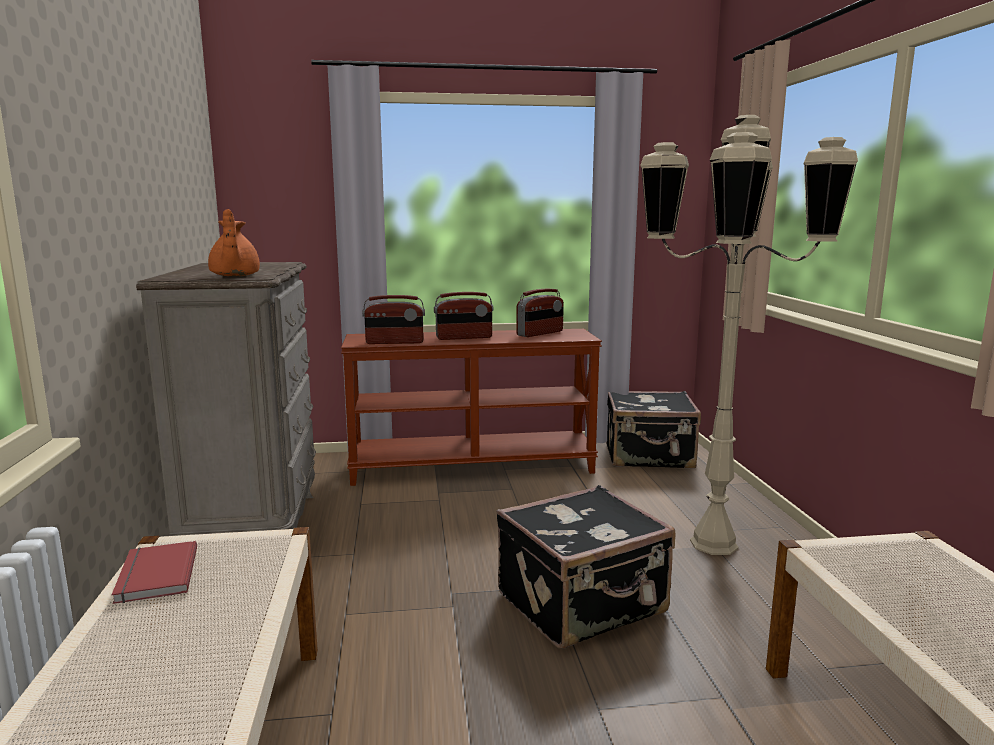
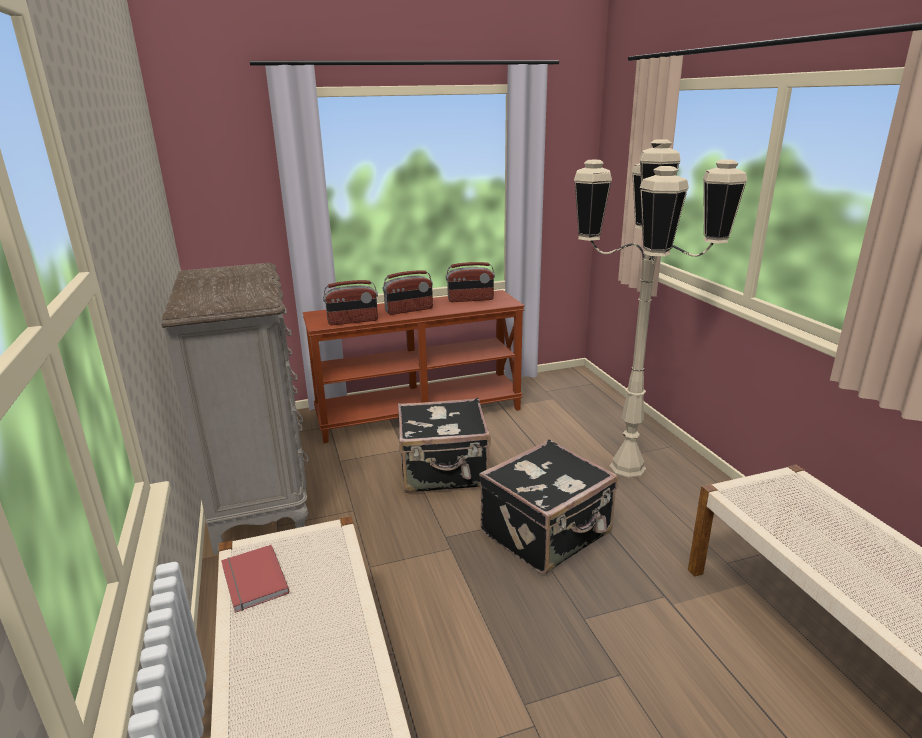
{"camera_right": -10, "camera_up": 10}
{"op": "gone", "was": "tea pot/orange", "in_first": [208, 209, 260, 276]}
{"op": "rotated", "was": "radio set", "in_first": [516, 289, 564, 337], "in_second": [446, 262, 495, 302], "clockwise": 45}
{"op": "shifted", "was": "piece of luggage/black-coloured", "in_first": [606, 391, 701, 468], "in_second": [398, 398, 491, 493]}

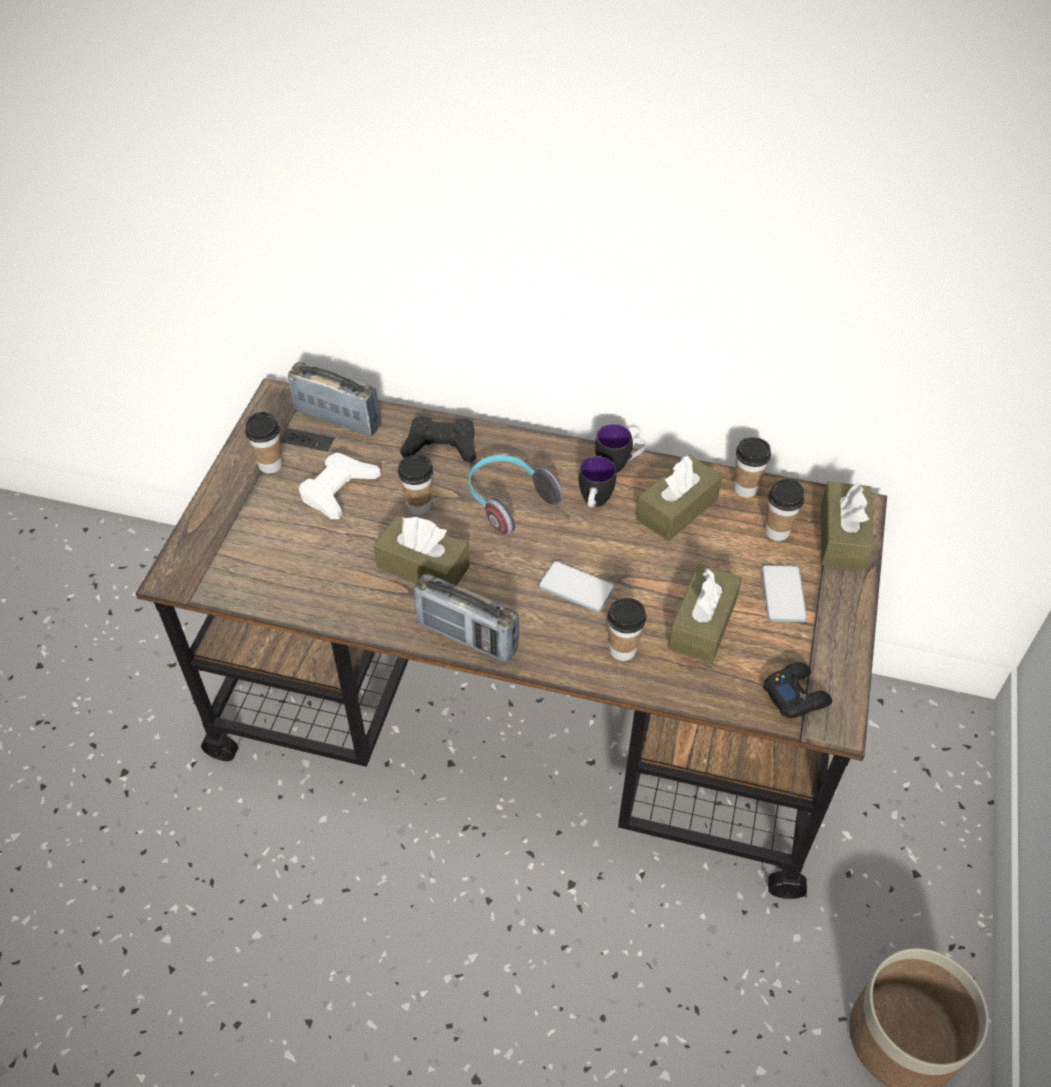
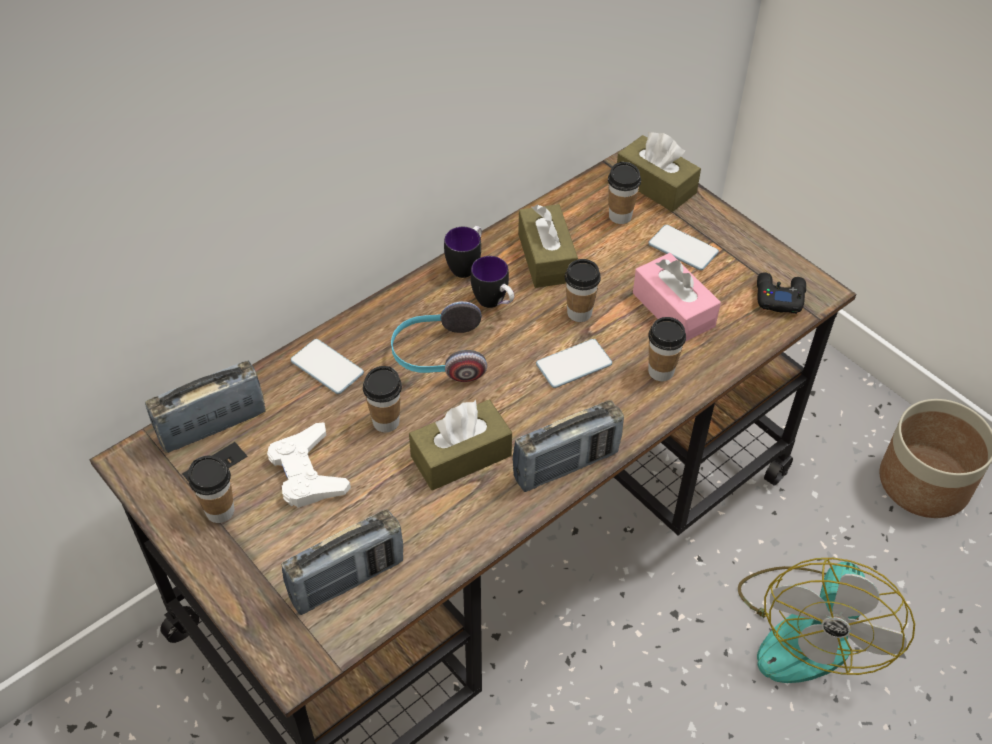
{"camera_right": -55, "camera_up": 0}
{"op": "swapped", "was": "game controller/black-coloured", "now": "handset", "in_first": [400, 416, 476, 463], "in_second": [291, 339, 364, 394]}
{"op": "repainted", "was": "box of tissues/brownish", "now": "box of tissues/pink-coloured", "in_first": [668, 564, 742, 664], "in_second": [633, 253, 721, 342]}
{"op": "shifted", "was": "drinking cup", "in_first": [734, 437, 771, 497], "in_second": [565, 259, 601, 322]}
{"op": "new", "now": "radio set", "in_second": [281, 509, 403, 615]}
{"op": "new", "now": "electric fan", "in_second": [738, 558, 915, 683]}

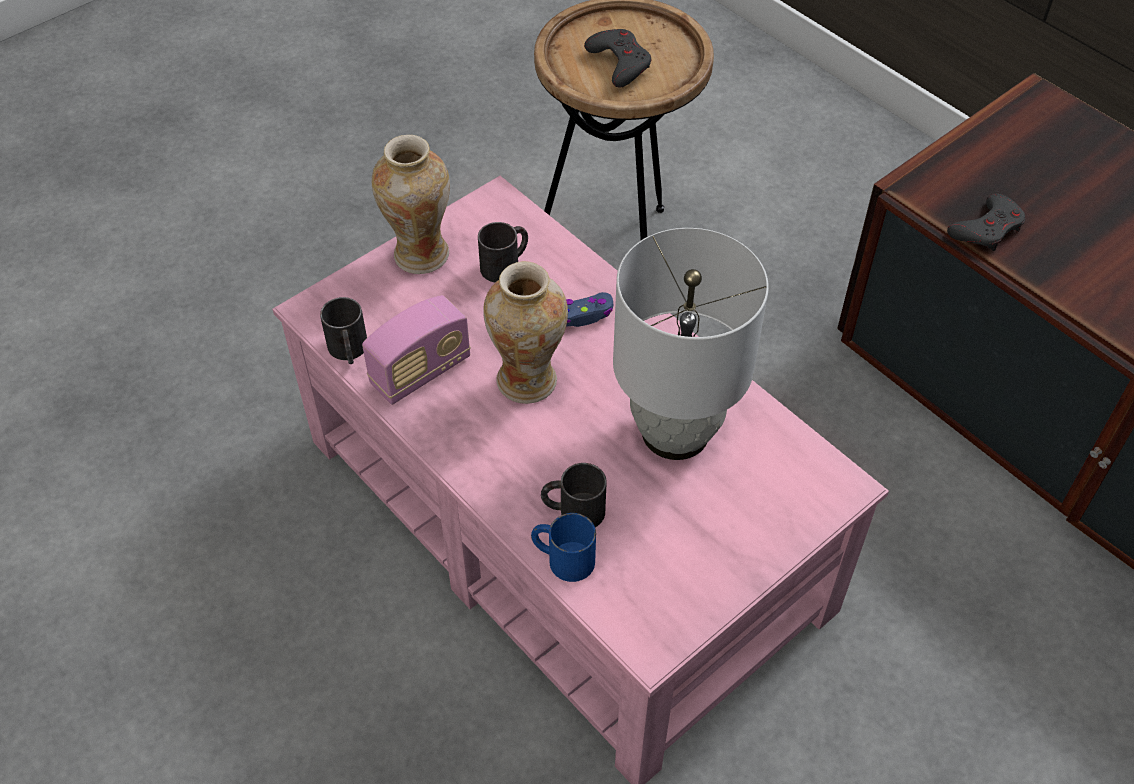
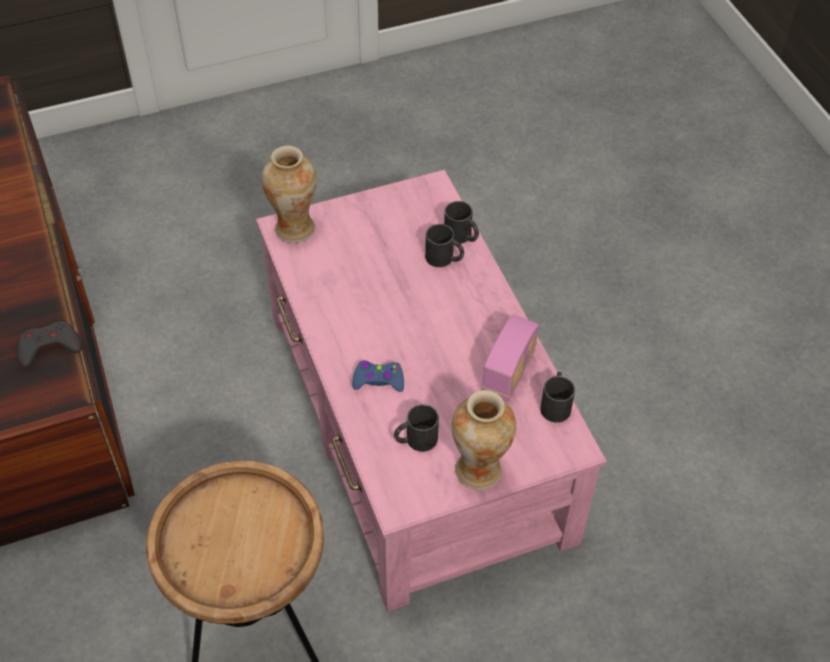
{"camera_right": -160, "camera_up": 0}
{"op": "rotated", "was": "radio set", "in_first": [362, 295, 471, 405], "in_second": [482, 315, 539, 402], "clockwise": 135}
{"op": "shifted", "was": "vase", "in_first": [483, 261, 568, 404], "in_second": [261, 145, 317, 243]}
{"op": "repainted", "was": "mug/bluish", "now": "mug/black-coloured", "in_first": [531, 513, 596, 582], "in_second": [444, 201, 479, 244]}
{"op": "gone", "was": "game controller/grey", "in_first": [584, 29, 651, 88]}
{"op": "gone", "was": "lamp for a table/white", "in_first": [613, 228, 769, 460]}

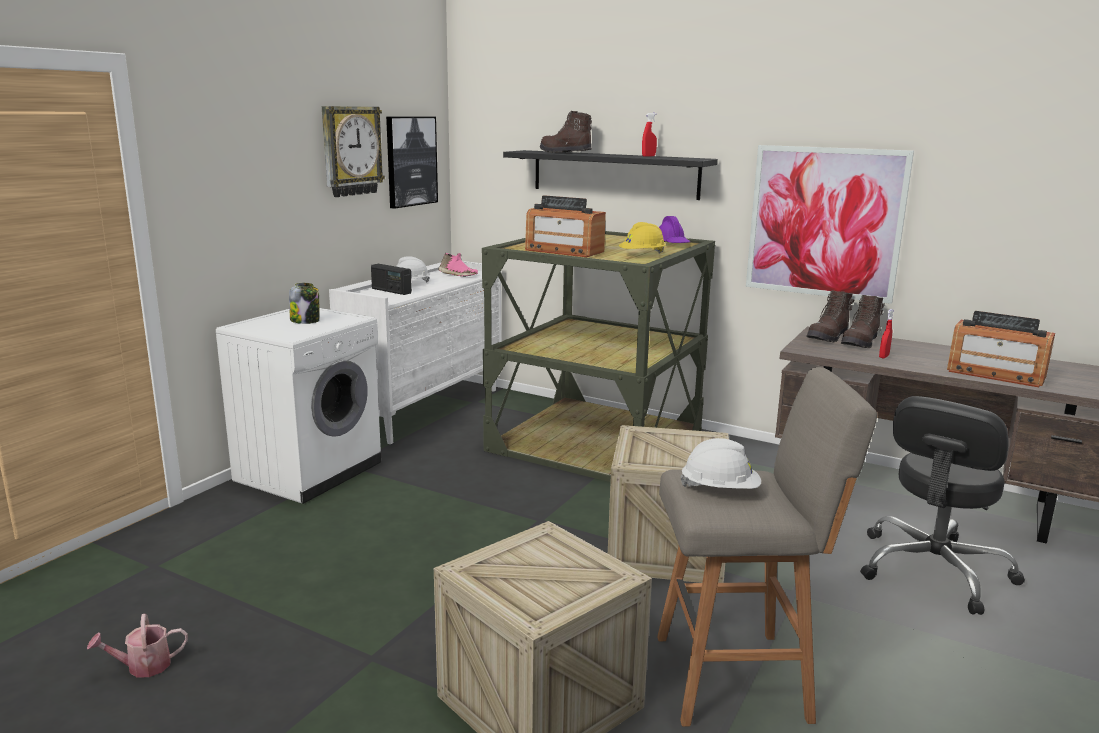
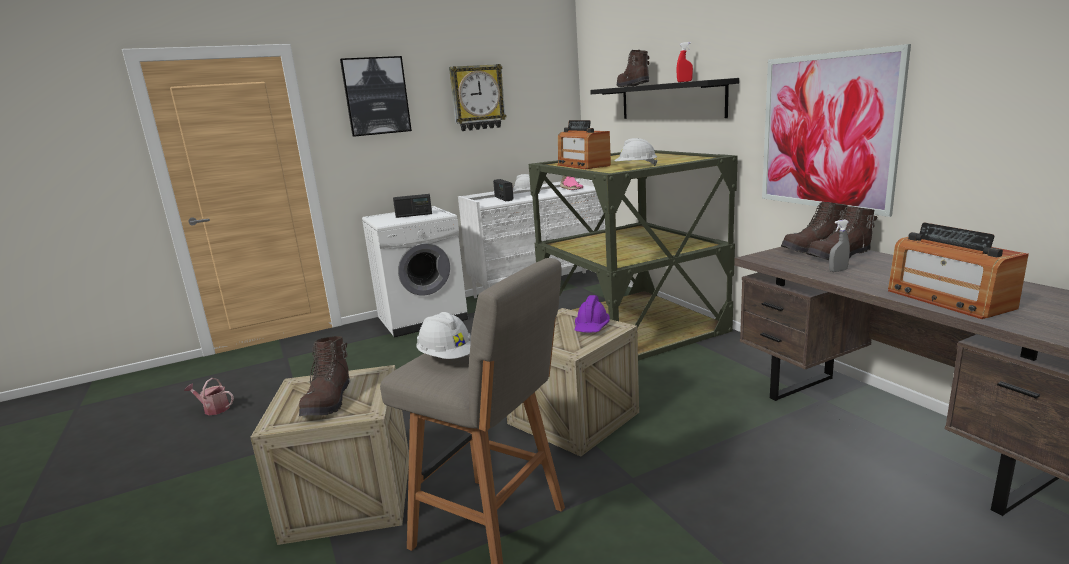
{"camera_right": 35, "camera_up": 0}
{"op": "swapped", "was": "storage jar", "now": "radio set", "in_first": [289, 283, 320, 324], "in_second": [393, 194, 432, 218]}
{"op": "shifted", "was": "wall art", "in_first": [386, 116, 438, 209], "in_second": [340, 56, 412, 137]}
{"op": "repainted", "was": "hard hat/yellow", "now": "hard hat/white", "in_first": [619, 222, 665, 254], "in_second": [615, 138, 658, 166]}
{"op": "shifted", "was": "hard hat/purple", "in_first": [659, 216, 690, 243], "in_second": [575, 295, 610, 333]}
{"op": "gone", "was": "office chair/black-coloured", "in_first": [860, 396, 1025, 615]}
{"op": "repainted", "was": "sprayer/red", "now": "sprayer/grey", "in_first": [879, 309, 893, 358], "in_second": [829, 219, 850, 272]}
{"op": "new", "now": "high-top boot/brownish", "in_second": [299, 336, 350, 416]}

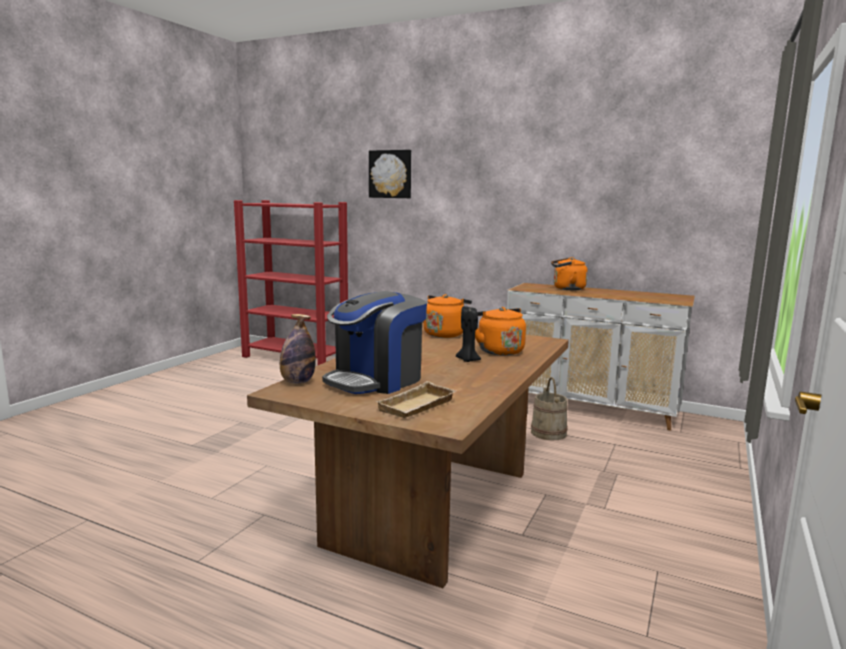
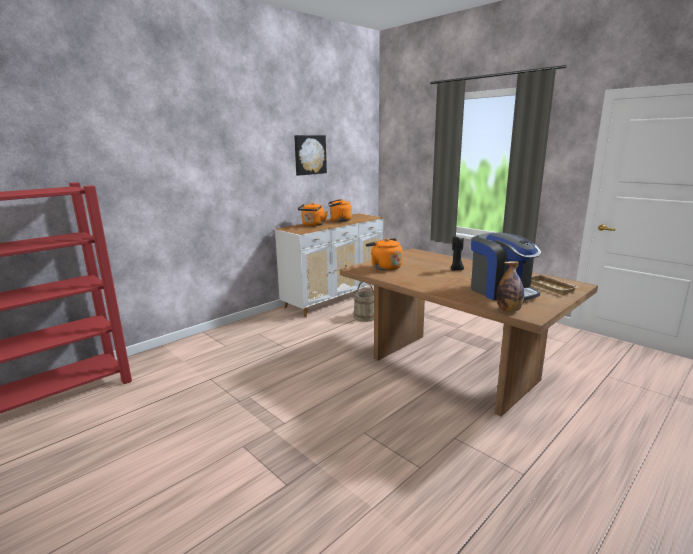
{"camera_right": -70, "camera_up": 5}
{"op": "shifted", "was": "wall art", "in_first": [369, 150, 411, 198], "in_second": [294, 135, 327, 176]}
{"op": "shifted", "was": "tea kettle/orange", "in_first": [475, 307, 526, 356], "in_second": [328, 199, 352, 222]}

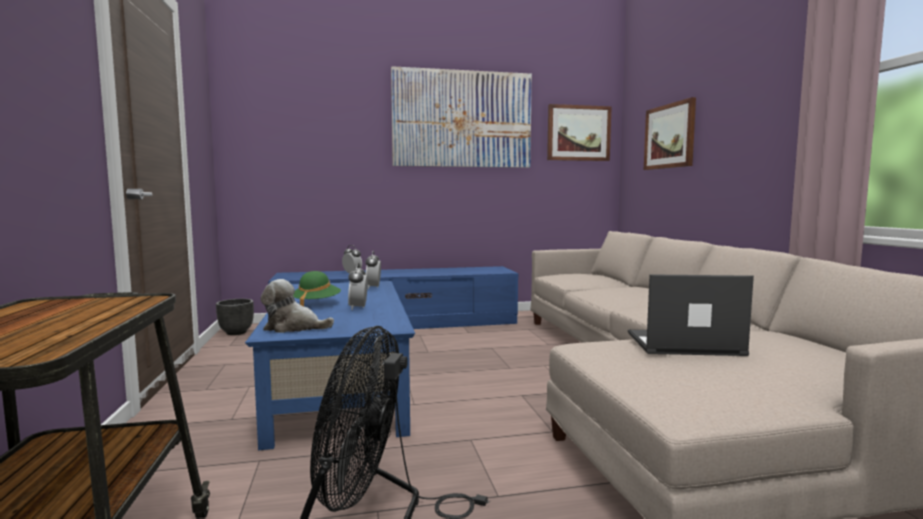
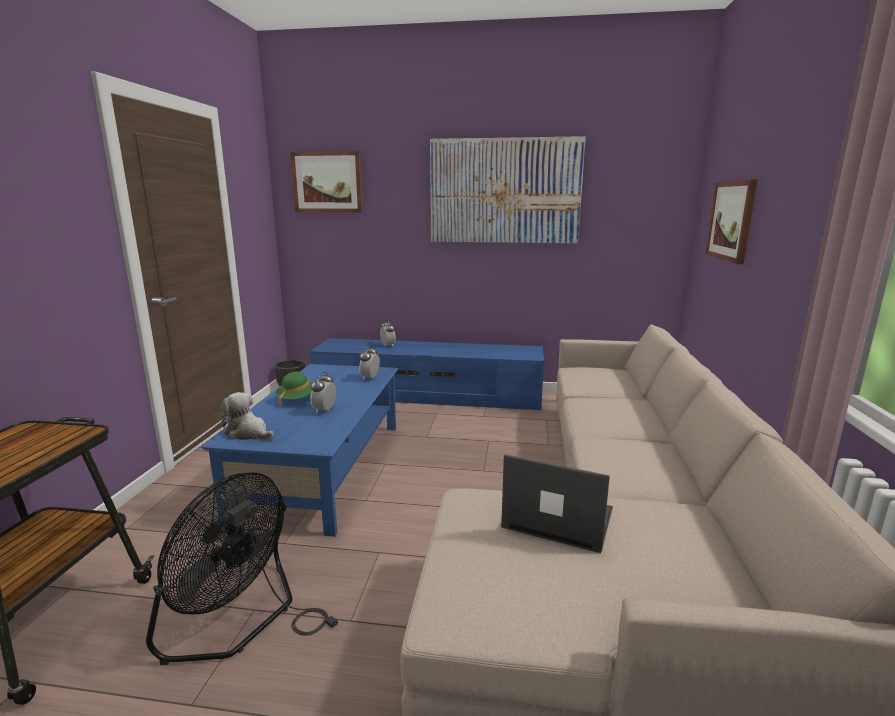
{"camera_right": 20, "camera_up": 10}
{"op": "shifted", "was": "wall art", "in_first": [547, 104, 612, 161], "in_second": [290, 151, 363, 212]}

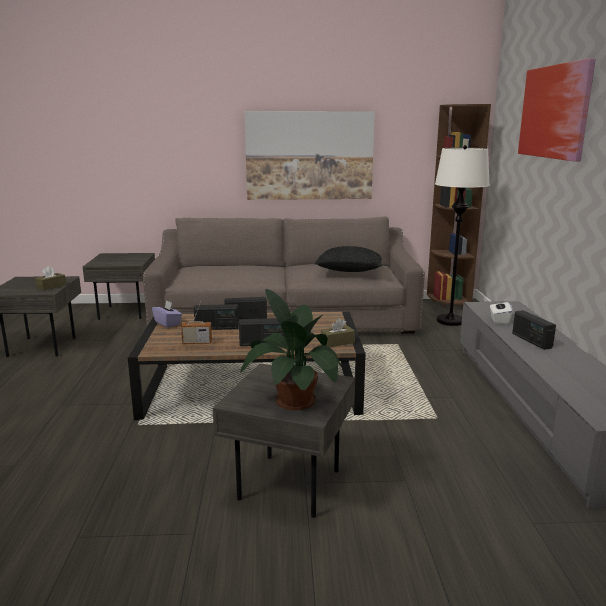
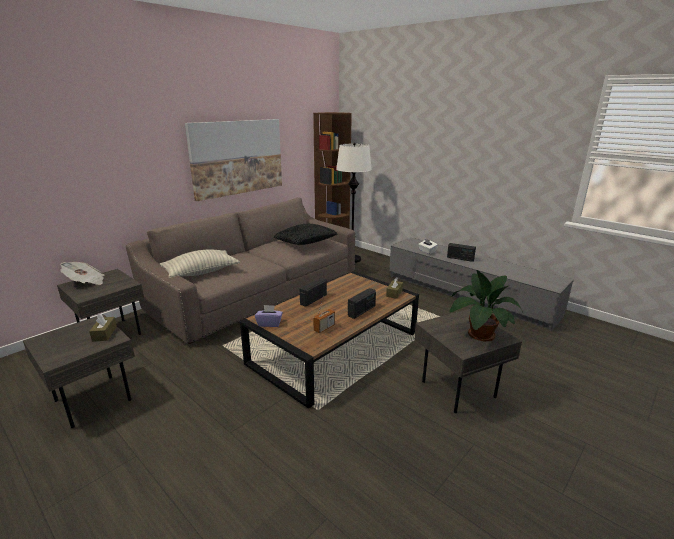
{"camera_right": -45, "camera_up": 5}
{"op": "gone", "was": "radio set", "in_first": [194, 304, 239, 330]}
{"op": "gone", "was": "wall art", "in_first": [518, 58, 596, 162]}
{"op": "new", "now": "daily paper", "in_second": [60, 262, 105, 285]}
{"op": "new", "now": "throw pillow", "in_second": [160, 249, 240, 278]}

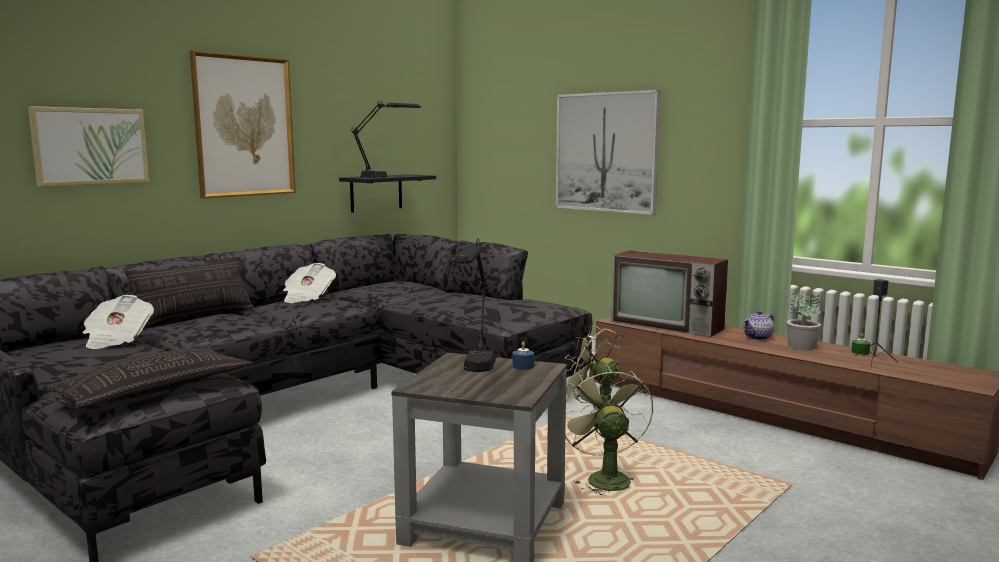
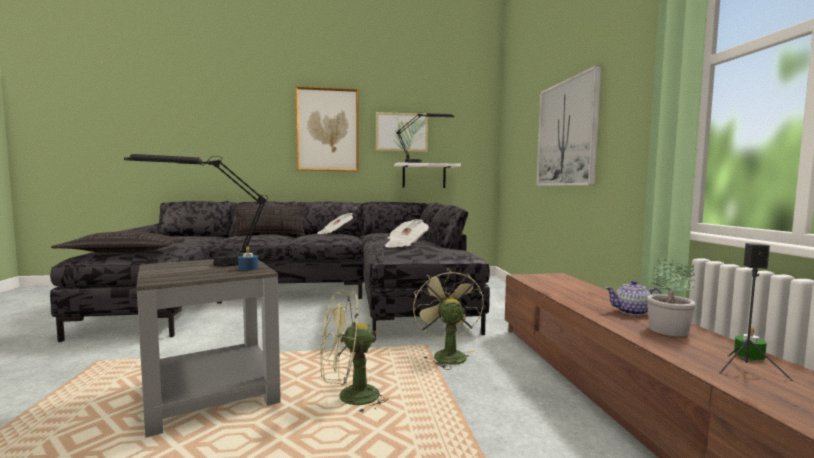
{"camera_right": 40, "camera_up": -5}
{"op": "shifted", "was": "wall art", "in_first": [28, 106, 149, 187], "in_second": [376, 112, 428, 152]}
{"op": "shifted", "was": "daily paper", "in_first": [83, 295, 154, 349], "in_second": [385, 219, 429, 248]}
{"op": "repainted", "was": "bracket shelf/black-coloured", "now": "bracket shelf/white", "in_first": [339, 174, 436, 213], "in_second": [394, 162, 461, 188]}
{"op": "rotated", "was": "electric fan/greenish", "in_first": [565, 365, 653, 495], "in_second": [320, 291, 389, 414], "clockwise": -135}
{"op": "gone", "was": "TV", "in_first": [611, 250, 728, 337]}

